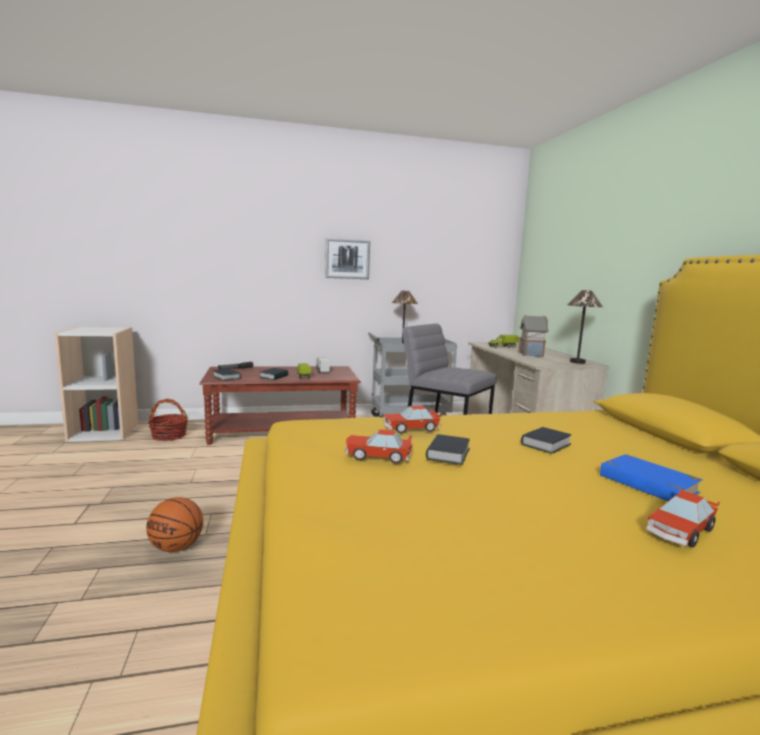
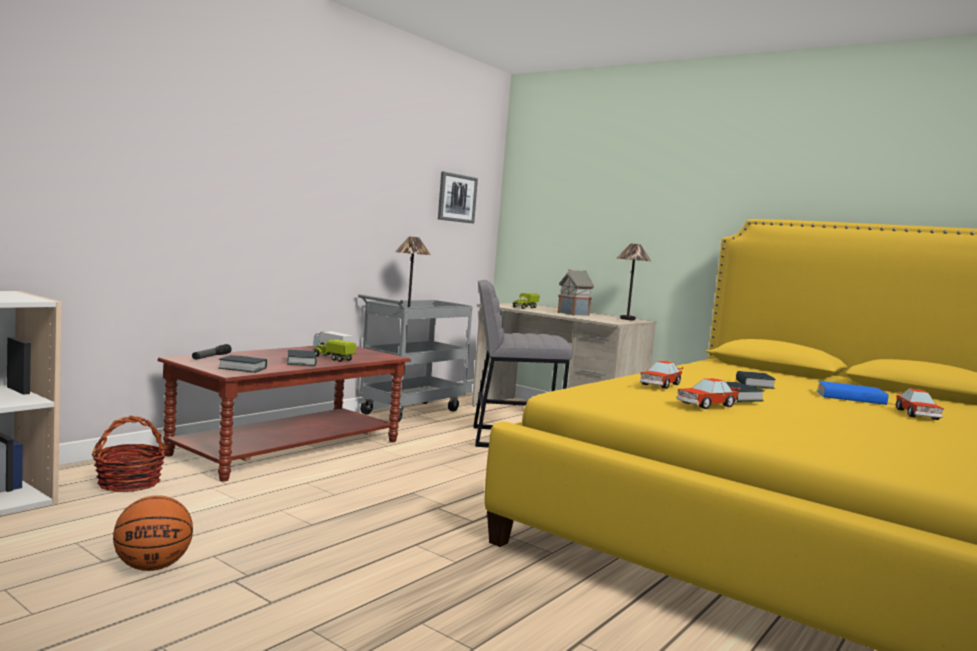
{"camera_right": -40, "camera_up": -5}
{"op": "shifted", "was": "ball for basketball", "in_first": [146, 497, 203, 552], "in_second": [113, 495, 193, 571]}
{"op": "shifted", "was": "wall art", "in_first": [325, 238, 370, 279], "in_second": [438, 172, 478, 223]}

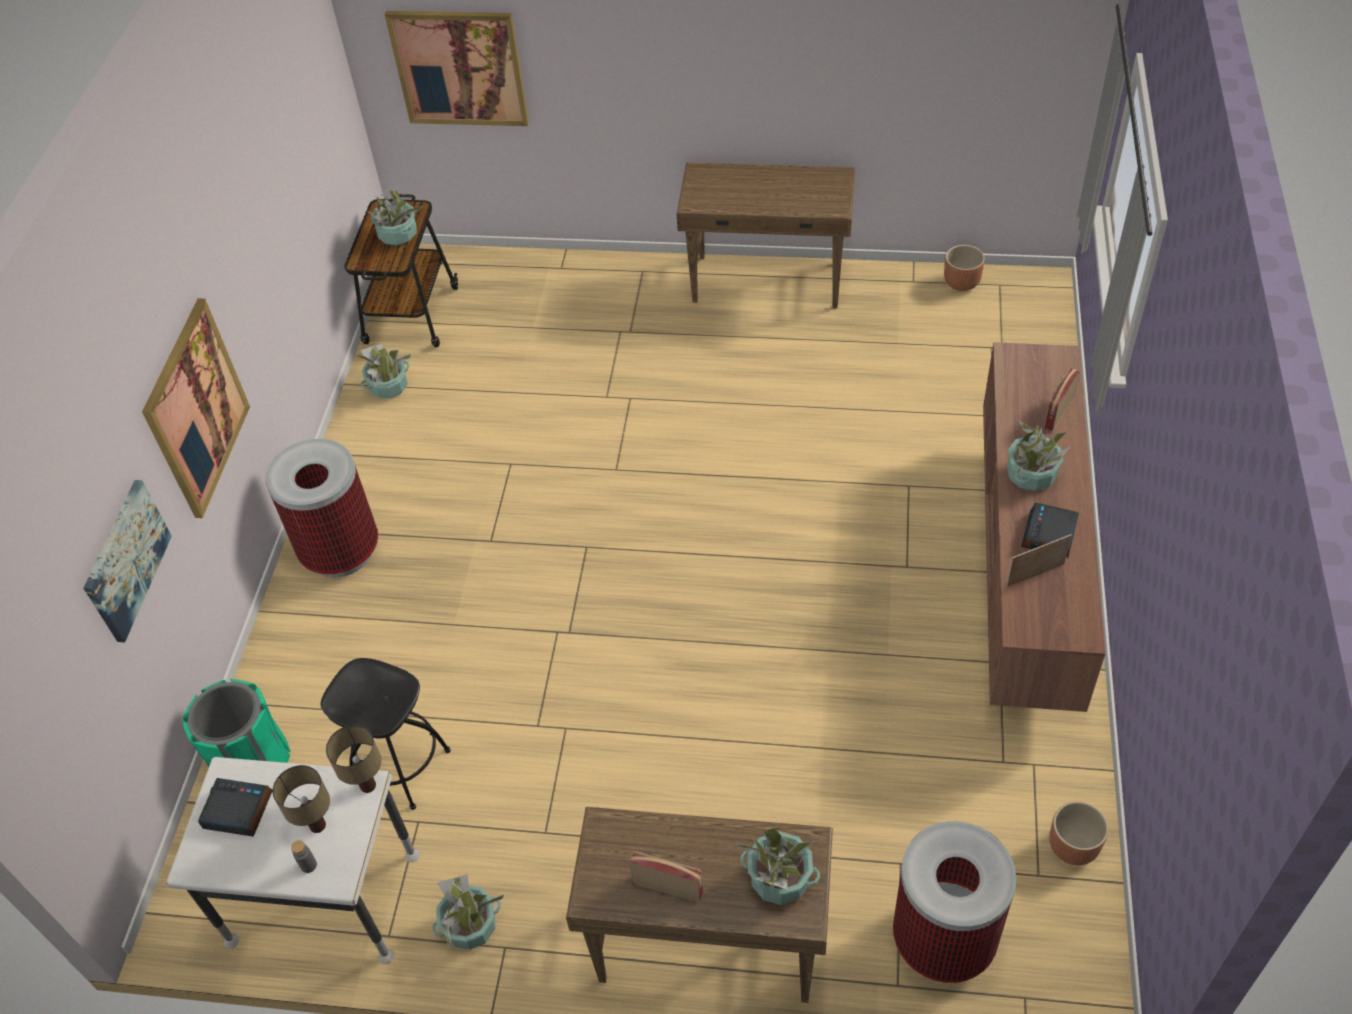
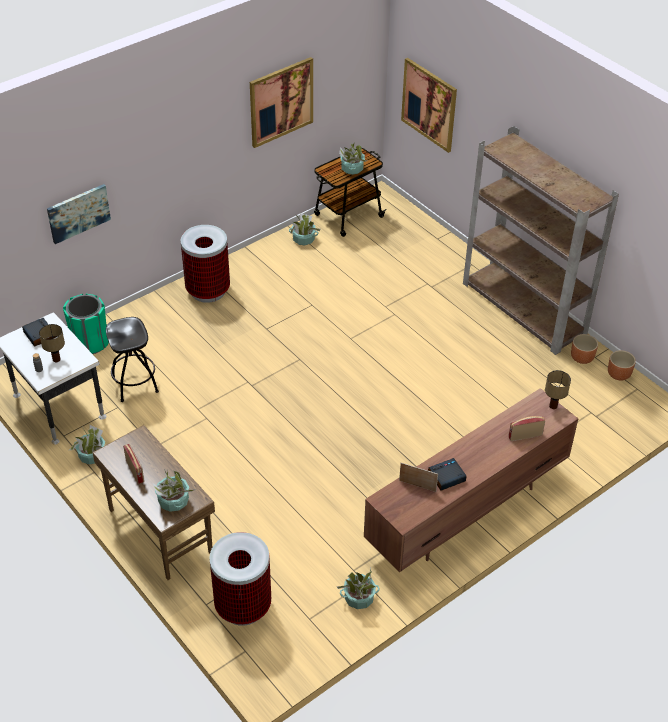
{"camera_right": 40, "camera_up": -5}
{"op": "shifted", "was": "wall art", "in_first": [142, 298, 250, 518], "in_second": [250, 57, 313, 148]}
{"op": "shifted", "was": "lamp for a table", "in_first": [326, 725, 381, 793], "in_second": [545, 370, 571, 409]}
{"op": "swapped", "was": "hall table/brownish", "now": "shelving unit/brownish", "in_first": [676, 163, 855, 308], "in_second": [463, 126, 619, 355]}
{"op": "shifted", "was": "plant in a pot", "in_first": [1007, 420, 1071, 491], "in_second": [337, 568, 379, 609]}
{"op": "shifted", "was": "flower pot/brownish", "in_first": [1049, 802, 1108, 865], "in_second": [571, 334, 598, 364]}

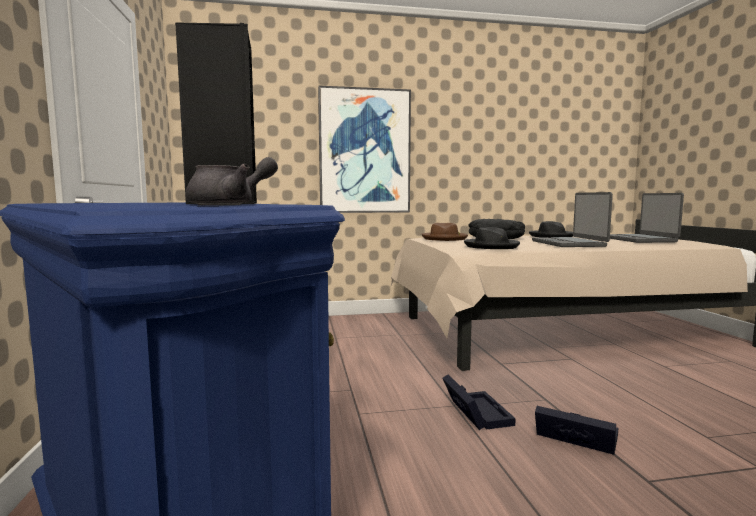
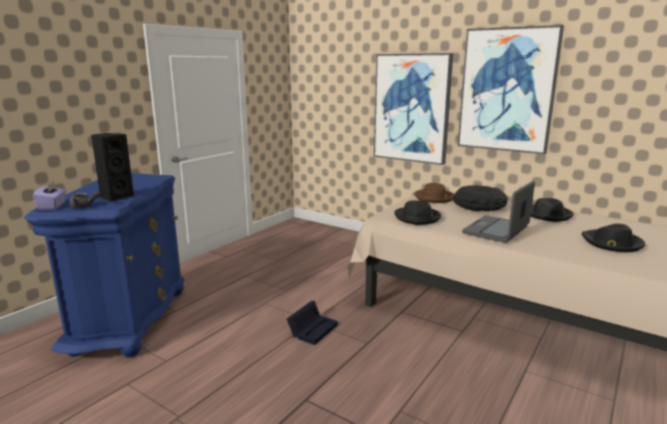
{"camera_right": 45, "camera_up": 10}
{"op": "gone", "was": "storage container/black-coloured", "in_first": [535, 406, 618, 455]}
{"op": "swapped", "was": "laptop", "now": "clothing hat/black-coloured", "in_first": [610, 193, 684, 243], "in_second": [582, 224, 645, 252]}
{"op": "new", "now": "box of tissues/purple", "in_second": [33, 181, 66, 210]}
{"op": "new", "now": "wall art", "in_second": [458, 25, 564, 154]}

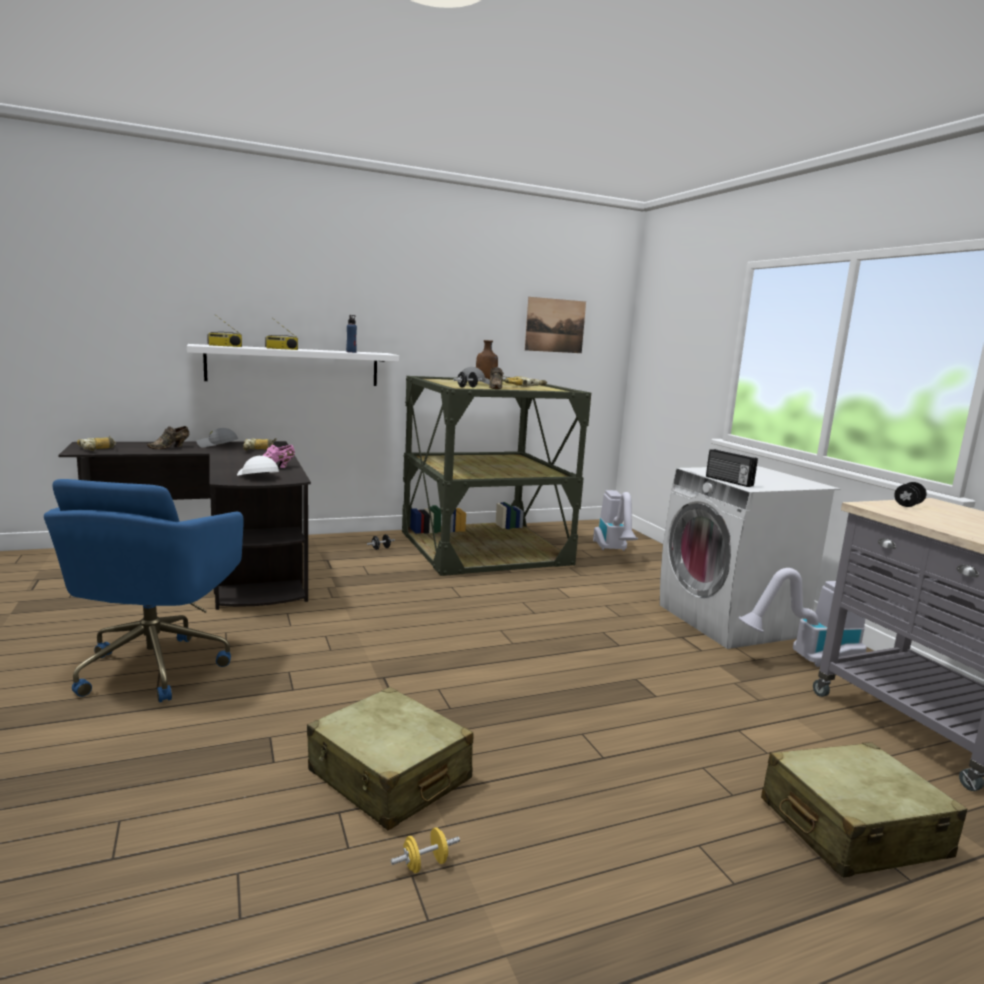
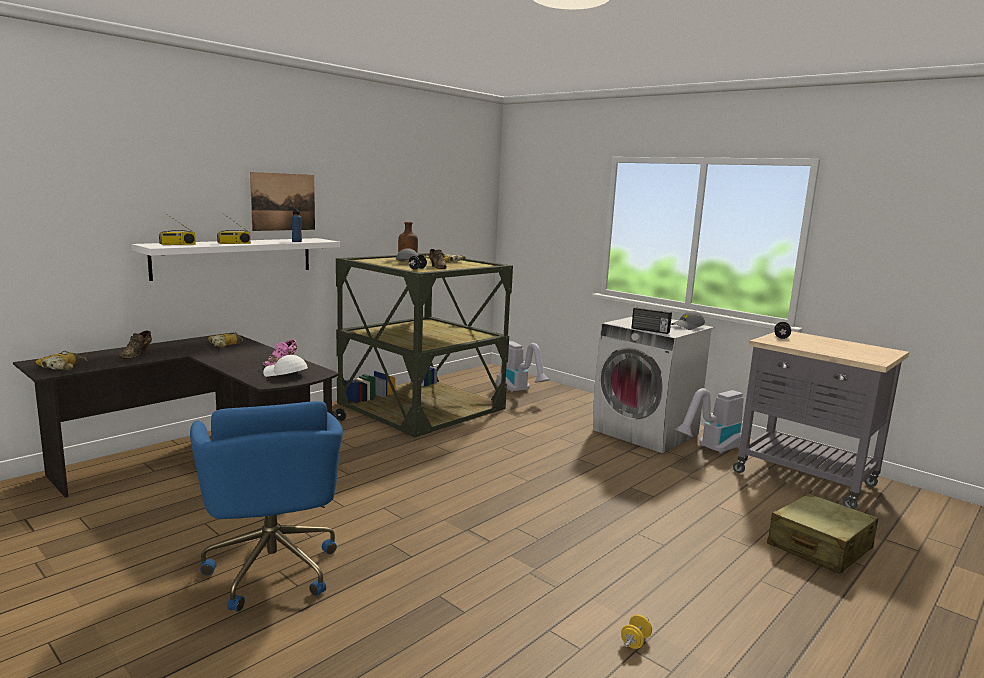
{"camera_right": -25, "camera_up": 0}
{"op": "shifted", "was": "peaked cap/grey", "in_first": [196, 428, 238, 448], "in_second": [671, 311, 705, 330]}
{"op": "gone", "was": "piece of luggage/beige-coloured", "in_first": [307, 687, 473, 830]}
{"op": "shifted", "was": "wall art", "in_first": [525, 297, 586, 353], "in_second": [250, 172, 315, 231]}

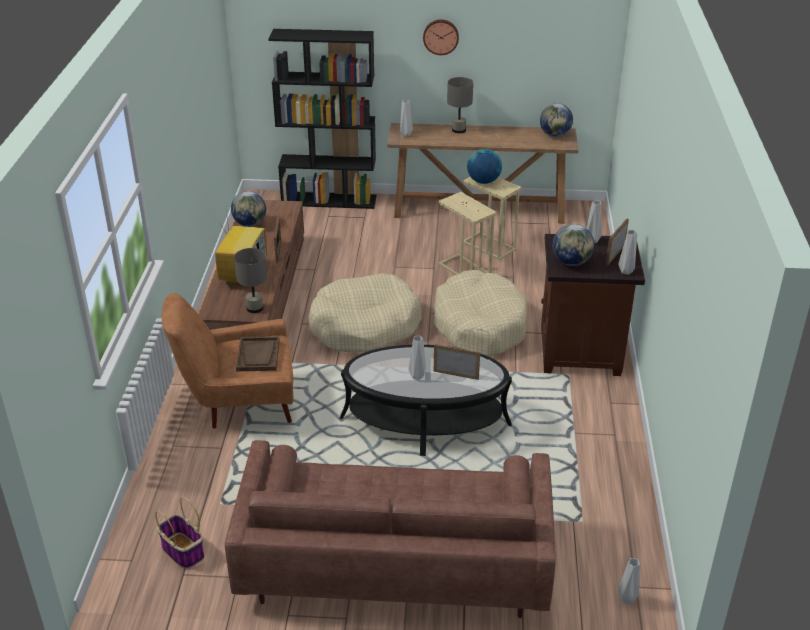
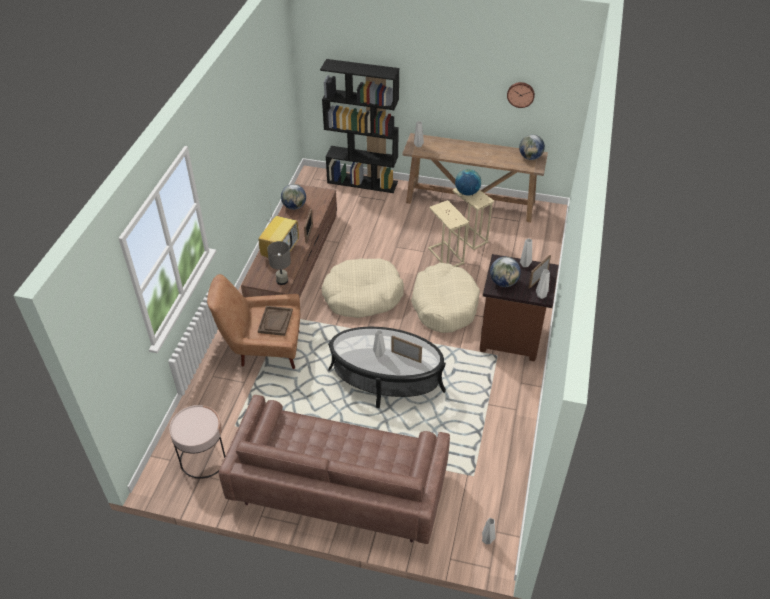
{"camera_right": 10, "camera_up": 10}
{"op": "swapped", "was": "basket", "now": "accent table/pink-coloured", "in_first": [155, 497, 205, 569], "in_second": [169, 405, 225, 479]}
{"op": "shifted", "was": "clock on the wall", "in_first": [423, 20, 459, 55], "in_second": [507, 82, 535, 108]}
{"op": "gone", "was": "lamp for a table/grey", "in_first": [447, 77, 473, 133]}

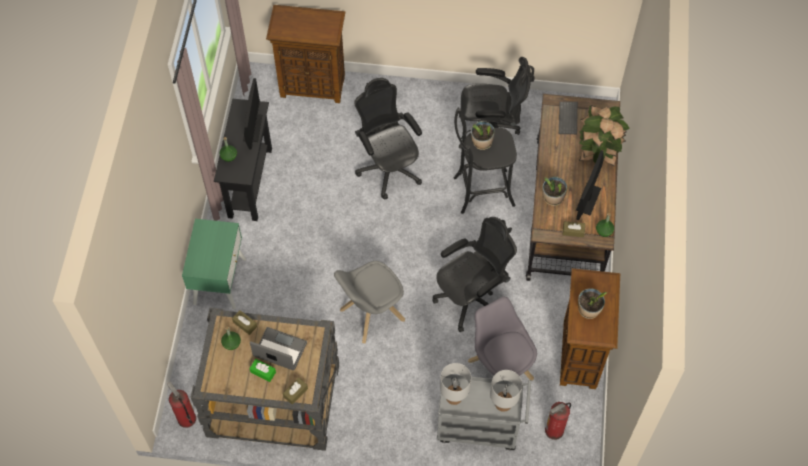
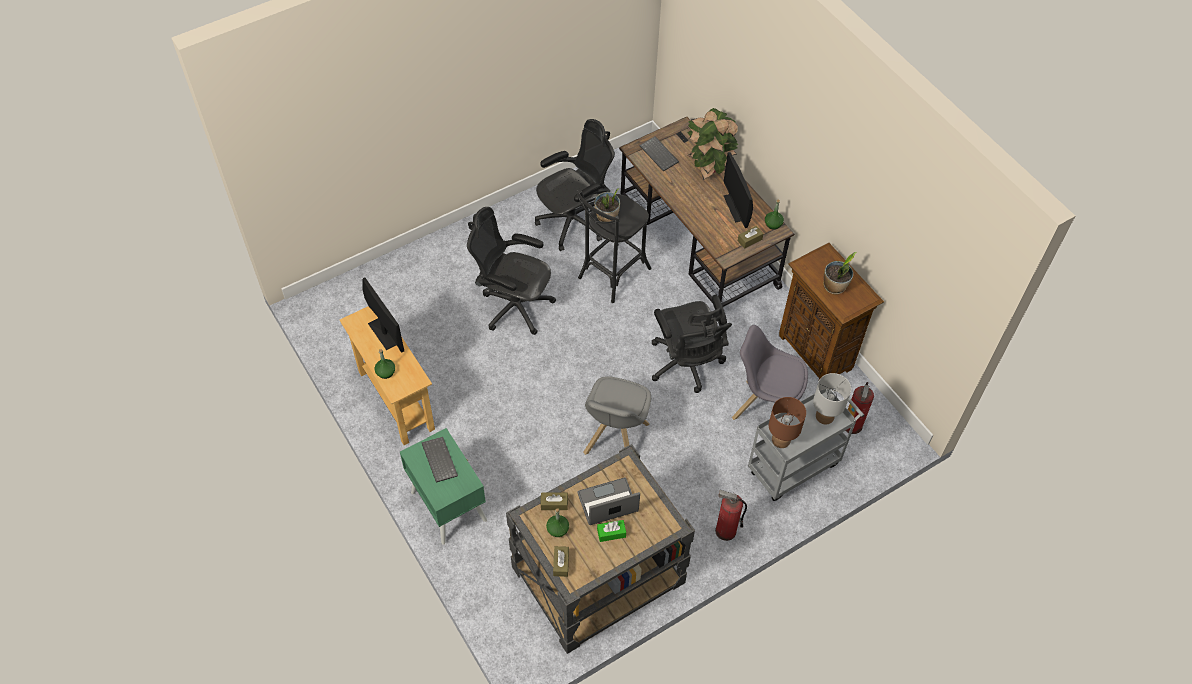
{"camera_right": -40, "camera_up": -5}
{"op": "shifted", "was": "fire extinguisher", "in_first": [167, 382, 196, 428], "in_second": [715, 490, 747, 541]}
{"op": "repainted", "was": "hall table/black-coloured", "now": "hall table/beige-coloured", "in_first": [214, 99, 272, 221], "in_second": [340, 306, 435, 445]}
{"op": "gone", "was": "storage cabinet/brownish", "in_first": [266, 5, 346, 103]}
{"op": "shifted", "was": "box of tissues/brownish", "in_first": [283, 377, 308, 405], "in_second": [553, 546, 569, 577]}
{"op": "rotated", "was": "office chair", "in_first": [432, 217, 517, 332], "in_second": [652, 295, 732, 393], "clockwise": 150}
{"op": "repainted", "was": "lamp for a table/grey", "now": "lamp for a table/brownish", "in_first": [440, 363, 471, 405], "in_second": [769, 397, 806, 448]}
{"op": "gone", "was": "plant in a pot", "in_first": [542, 176, 567, 206]}
{"op": "new", "now": "keyboard", "in_second": [422, 437, 458, 483]}

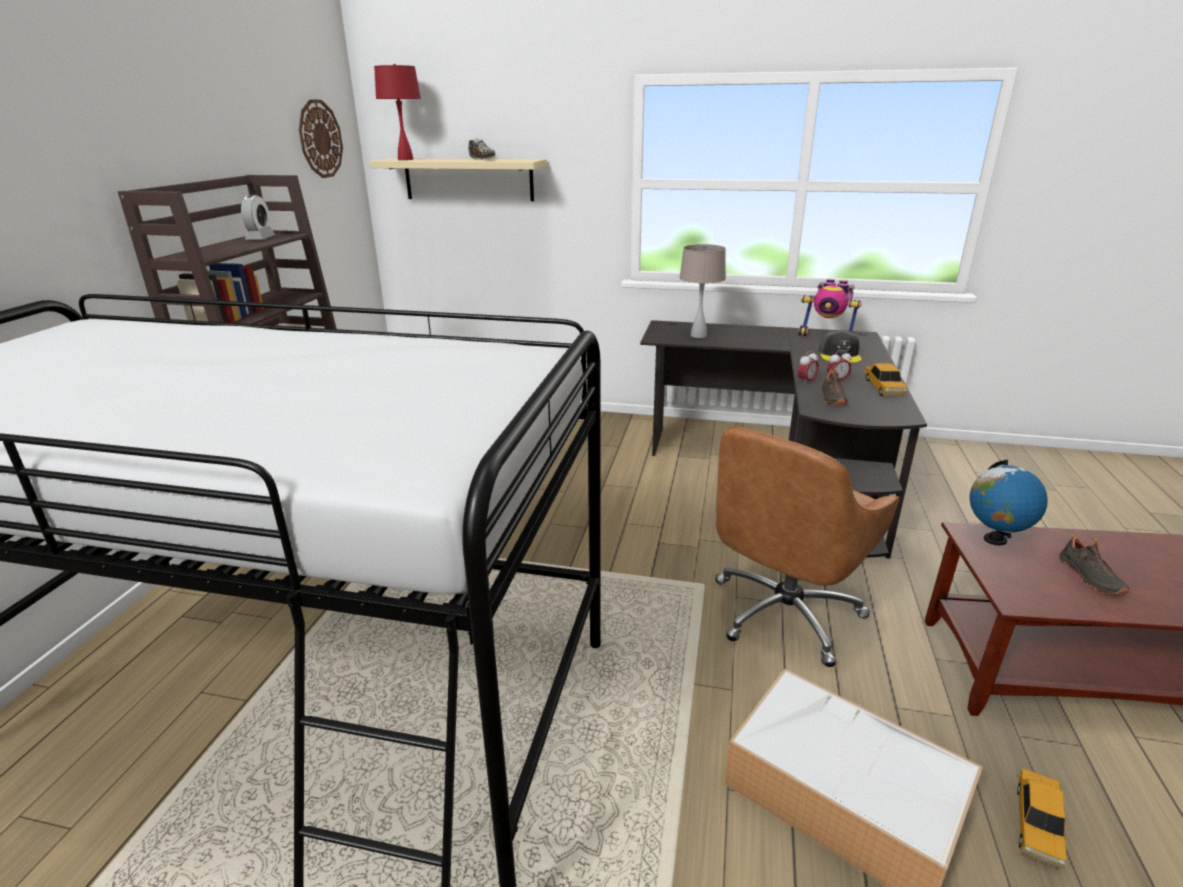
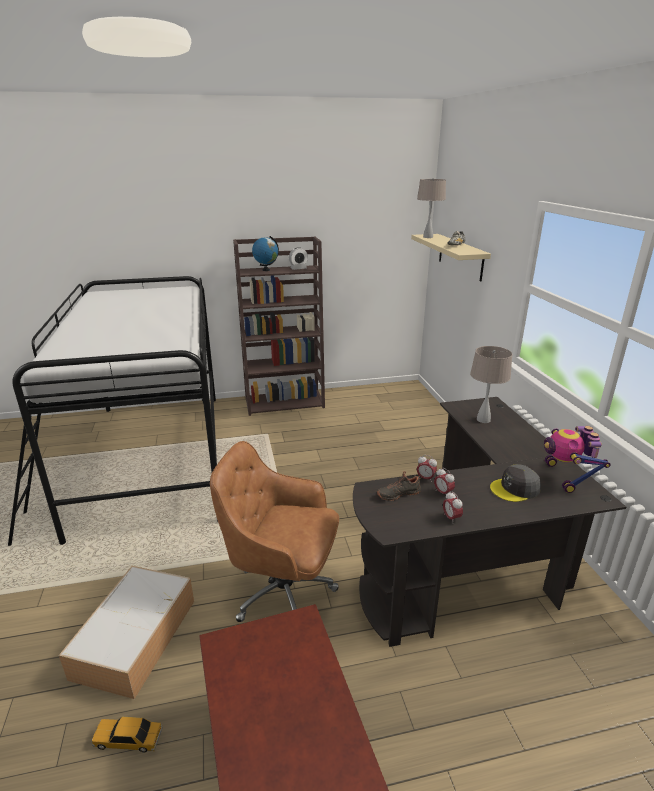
{"camera_right": 65, "camera_up": 0}
{"op": "gone", "was": "clock on the wall", "in_first": [299, 99, 343, 178]}
{"op": "repainted", "was": "lamp for a table/red", "now": "lamp for a table/beige-coloured", "in_first": [374, 64, 421, 160], "in_second": [417, 178, 446, 238]}
{"op": "swapped", "was": "model car", "now": "alarm clock", "in_first": [864, 363, 907, 396], "in_second": [443, 491, 463, 524]}
{"op": "shifted", "was": "world globe", "in_first": [970, 460, 1048, 545], "in_second": [252, 236, 279, 271]}
{"op": "gone", "was": "low shoe/black-coloured", "in_first": [1059, 533, 1129, 594]}

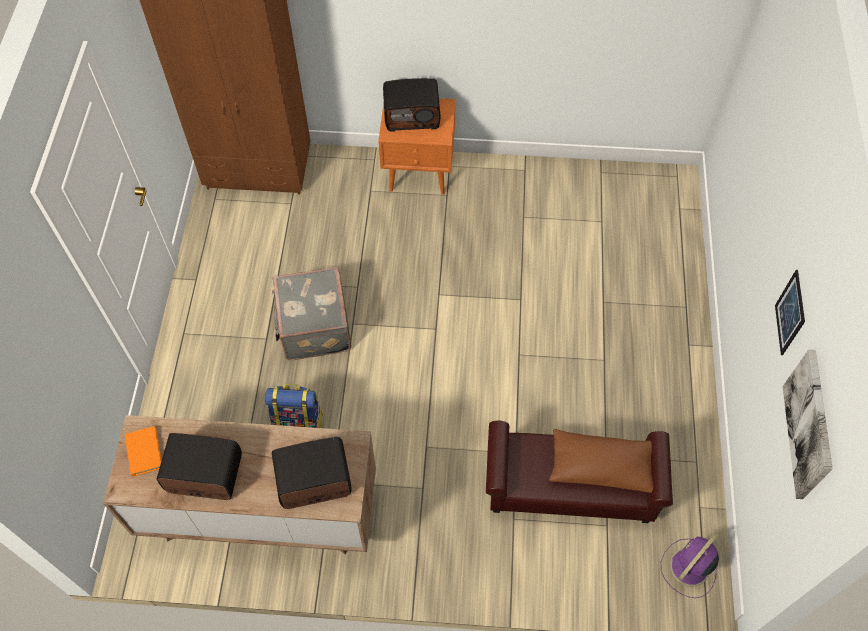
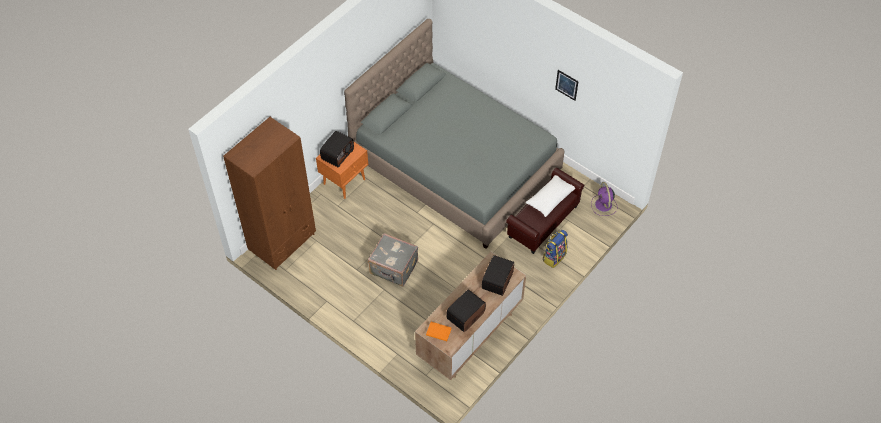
{"camera_right": -55, "camera_up": -5}
{"op": "shifted", "was": "backpack", "in_first": [264, 384, 323, 428], "in_second": [543, 230, 568, 268]}
{"op": "repainted", "was": "throw pillow/brownish", "now": "throw pillow/white", "in_first": [549, 429, 653, 493], "in_second": [526, 175, 575, 217]}
{"op": "gone", "was": "wall art", "in_first": [783, 349, 833, 499]}
{"op": "new", "now": "sleeping bed/grey", "in_second": [344, 19, 565, 249]}

